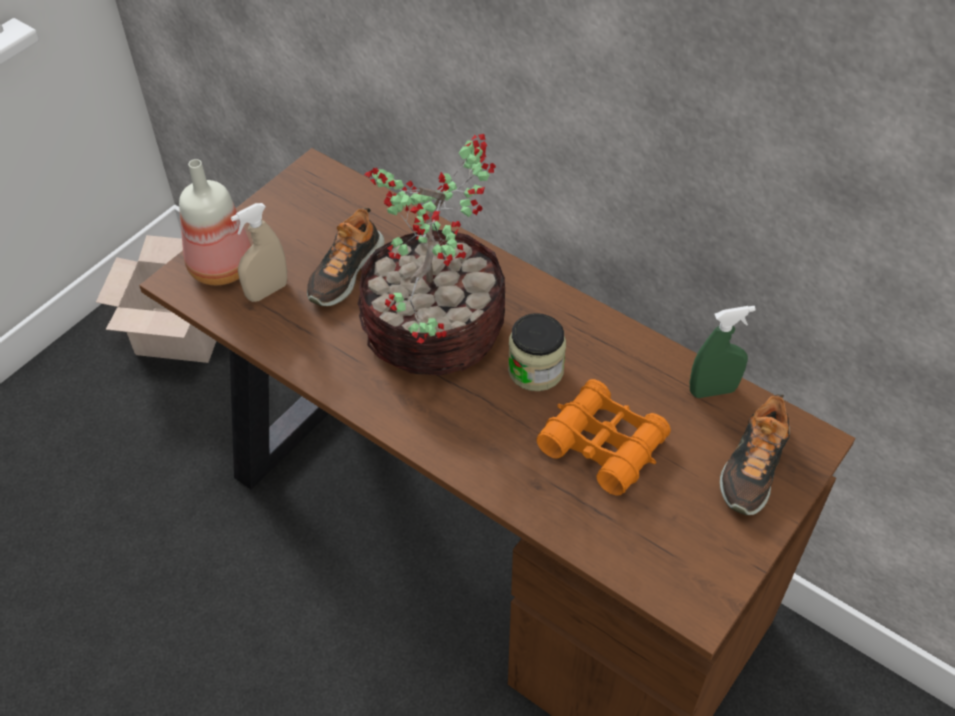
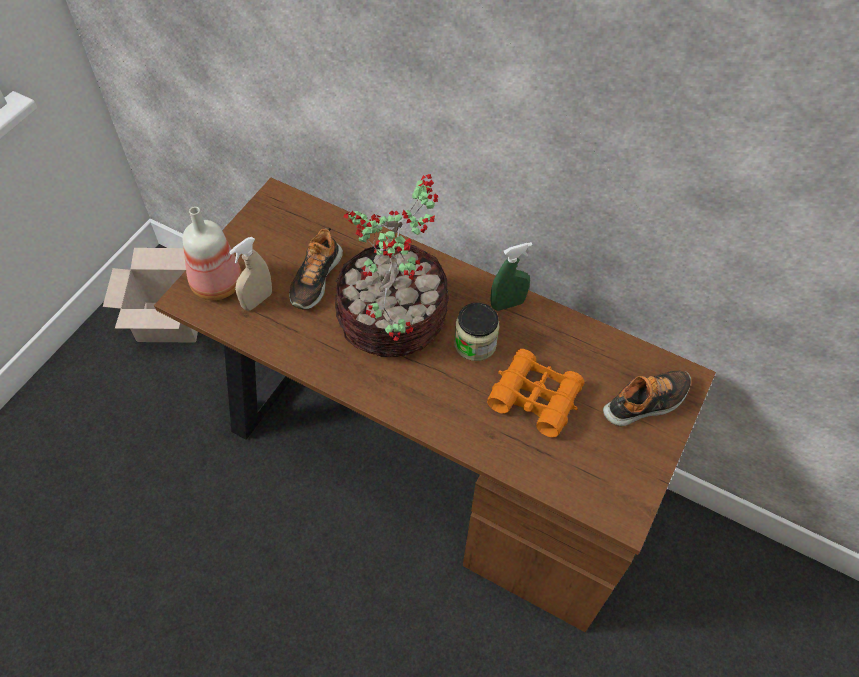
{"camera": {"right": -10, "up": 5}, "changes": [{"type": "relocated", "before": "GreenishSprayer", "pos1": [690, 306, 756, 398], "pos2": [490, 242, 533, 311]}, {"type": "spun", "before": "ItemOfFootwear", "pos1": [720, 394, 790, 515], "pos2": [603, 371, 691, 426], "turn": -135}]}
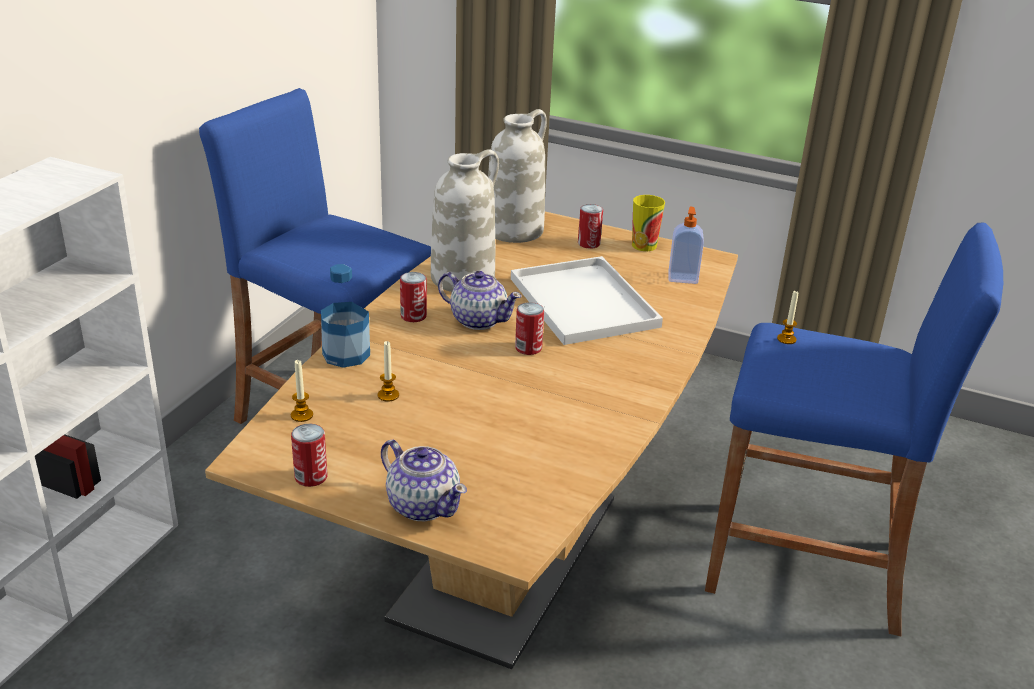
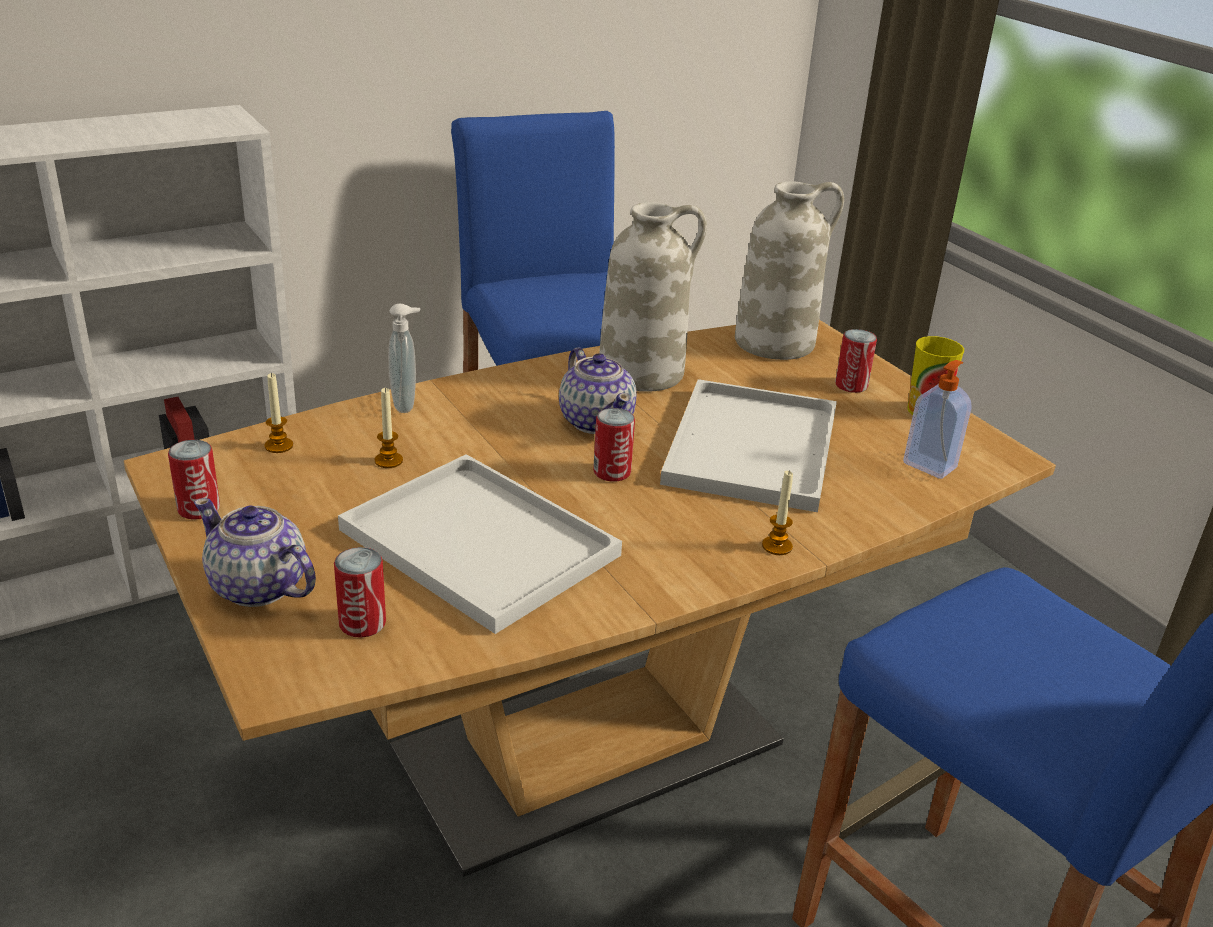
{"camera": {"right": 35, "up": 0}, "changes": [{"type": "appeared", "after": "WhitishCarryingTray", "pos2": [338, 454, 622, 634]}, {"type": "relocated", "before": "SealedCan", "pos1": [400, 272, 427, 322], "pos2": [334, 547, 386, 638]}, {"type": "relocated", "before": "WaxLight", "pos1": [777, 291, 798, 344], "pos2": [762, 470, 793, 555]}, {"type": "exchanged", "before": "DrinkBottle", "after": "SoapBottle", "pos1": [321, 264, 370, 368], "pos2": [388, 304, 420, 413]}, {"type": "spun", "before": "PotForTea", "pos1": [381, 440, 467, 521], "pos2": [194, 498, 316, 607], "turn": 135}]}
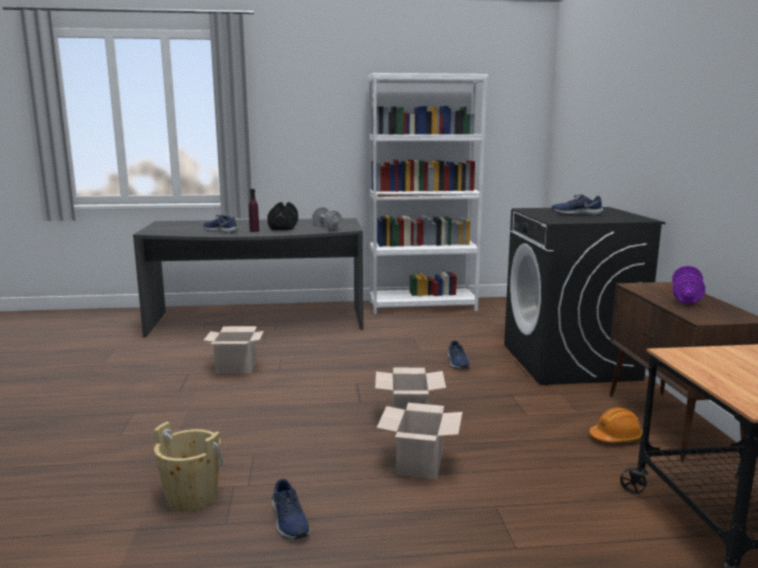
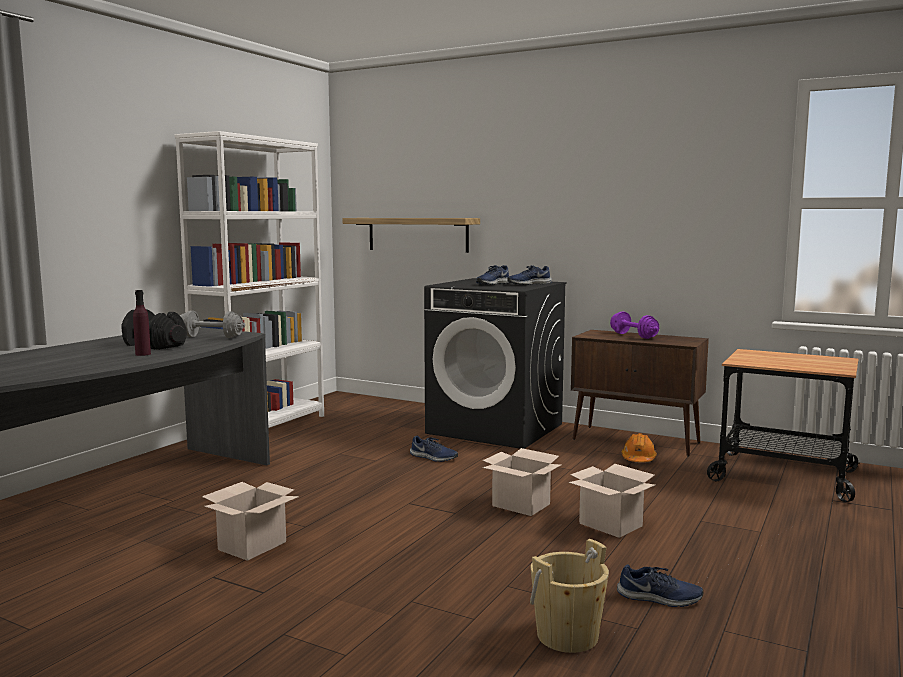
{"camera": {"right": -55, "up": -5}, "changes": [{"type": "appeared", "after": "WallShelf", "pos2": [343, 218, 480, 253]}, {"type": "relocated", "before": "BlueColouredItemOfFootwear", "pos1": [203, 215, 238, 233], "pos2": [507, 265, 552, 285]}]}
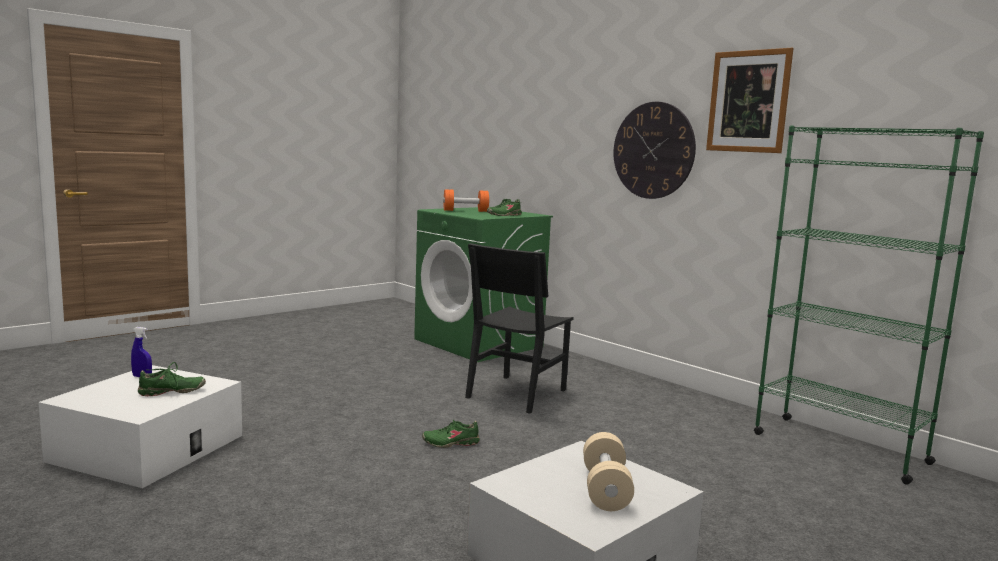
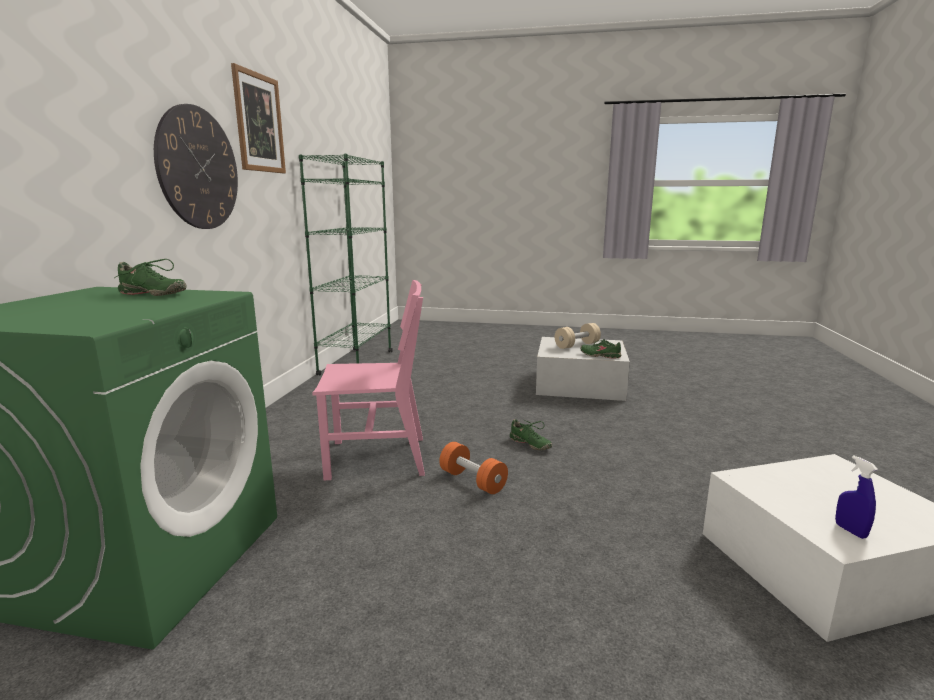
{"camera": {"right": -125, "up": 5}, "changes": [{"type": "relocated", "before": "GreenishItemOfFootwear", "pos1": [138, 362, 206, 396], "pos2": [580, 339, 622, 358]}, {"type": "relocated", "before": "OrangeColouredHandWeight", "pos1": [443, 189, 489, 212], "pos2": [439, 442, 508, 494]}, {"type": "colour", "before": "BlackColouredUprightChair", "after": "PinkColouredUprightChair", "pos1": [465, 243, 574, 414], "pos2": [312, 280, 425, 480]}]}
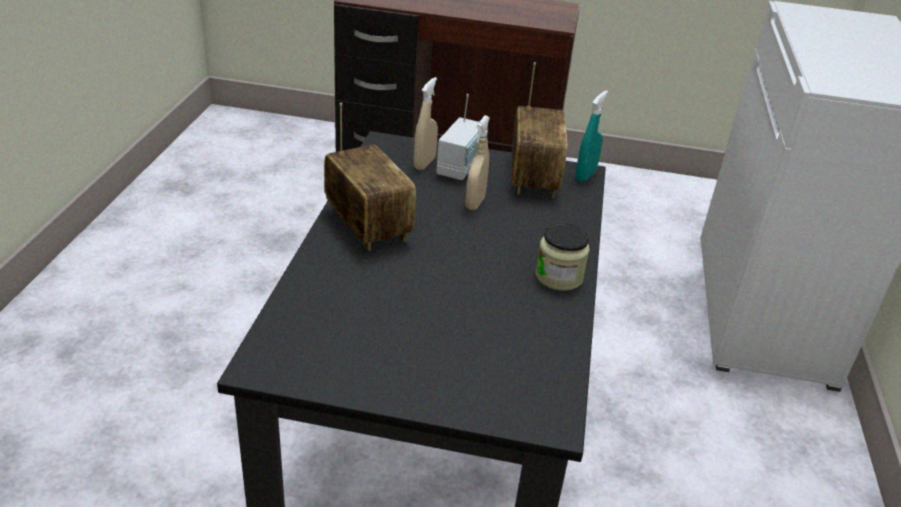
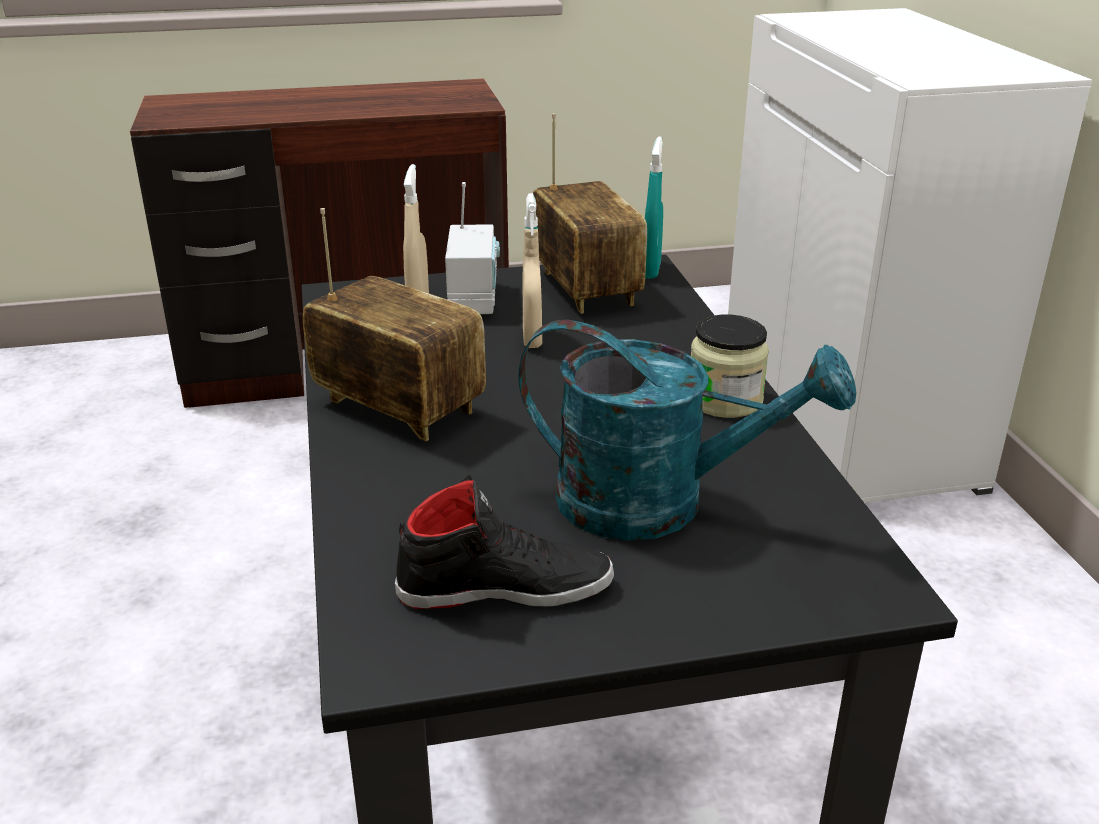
{"camera": {"right": -20, "up": -5}, "changes": [{"type": "appeared", "after": "BlackColouredItemOfFootwear", "pos2": [395, 475, 614, 609]}, {"type": "appeared", "after": "BlueGreenWateringCan", "pos2": [518, 320, 857, 541]}]}
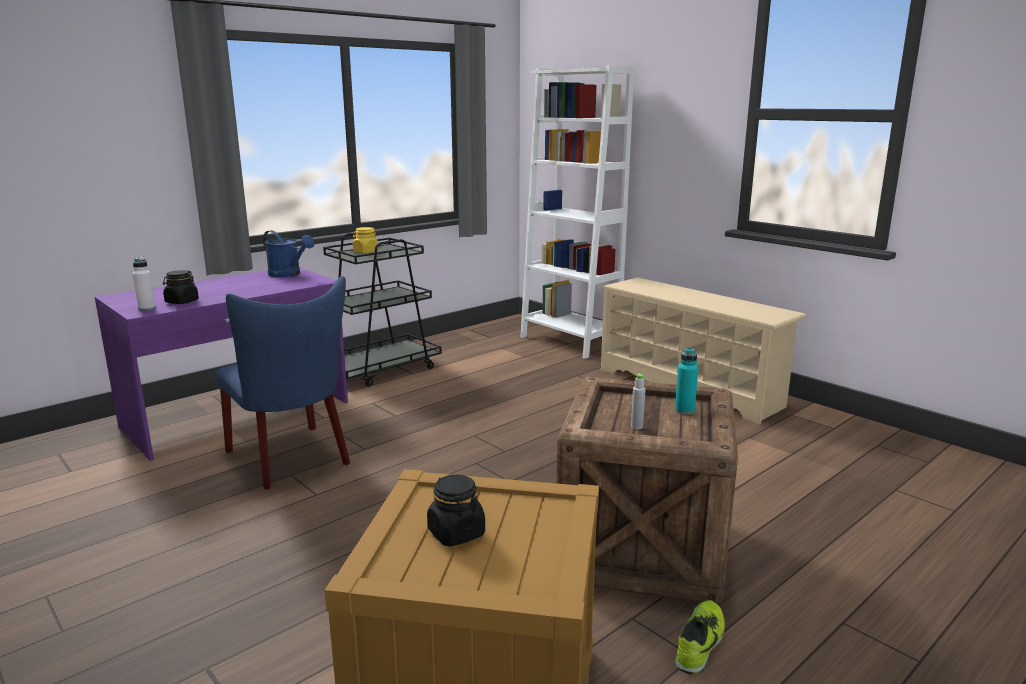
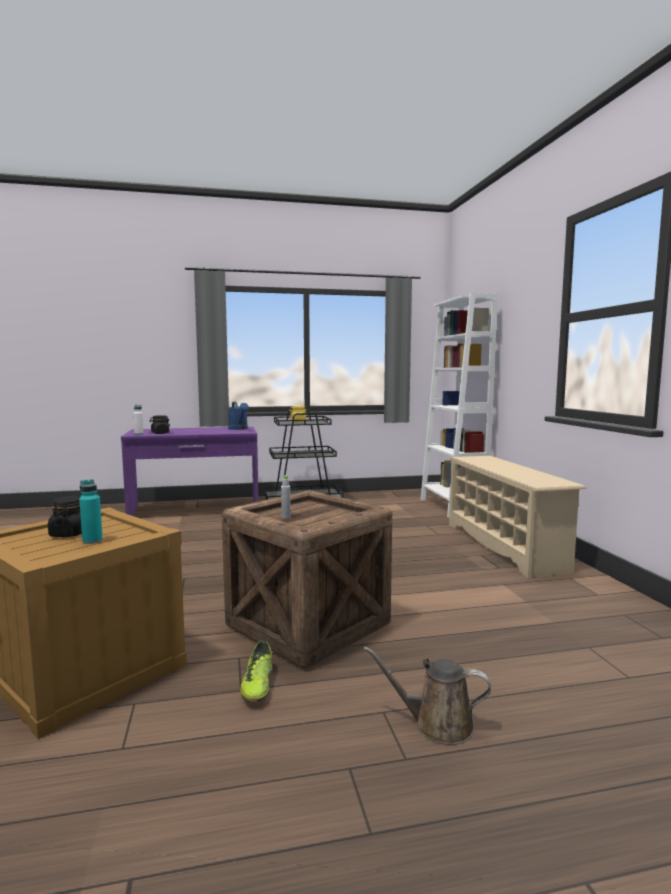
{"camera": {"right": 30, "up": -10}, "changes": [{"type": "missing", "before": "BlueColouredUprightChair", "pos1": [215, 276, 350, 489]}, {"type": "appeared", "after": "BrownishWateringCan", "pos2": [364, 646, 491, 745]}, {"type": "relocated", "before": "BlueGreenDrinkBottle", "pos1": [675, 347, 698, 415], "pos2": [79, 479, 103, 544]}, {"type": "spun", "before": "ItemOfFootwear", "pos1": [675, 600, 725, 674], "pos2": [240, 641, 273, 702], "turn": 120}]}
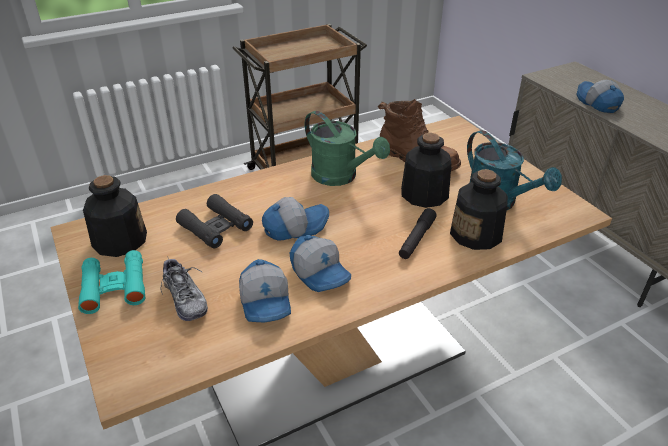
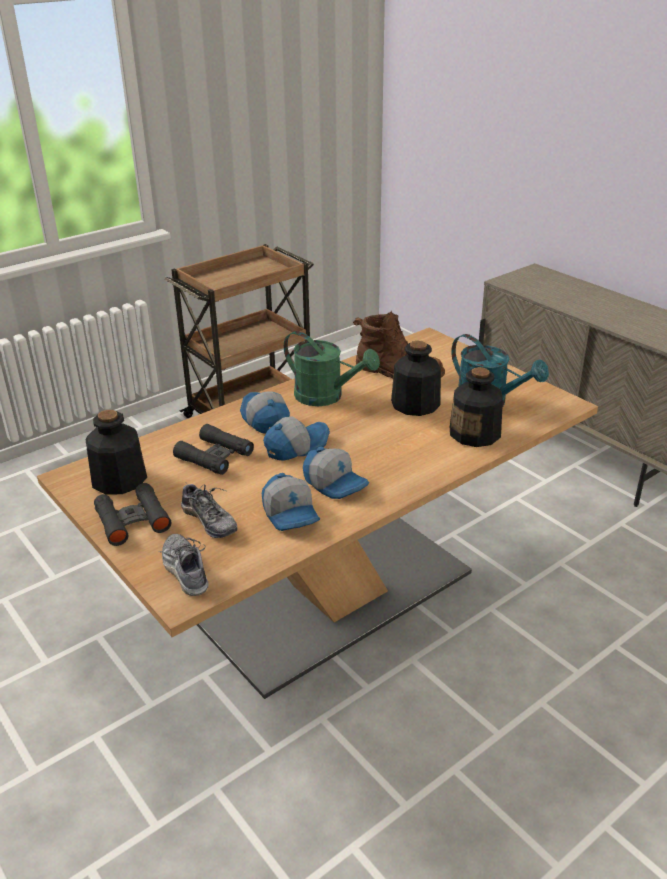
{"camera": {"right": -10, "up": -5}, "changes": [{"type": "missing", "before": "BlackColouredHandTorch", "pos1": [399, 208, 437, 259]}, {"type": "appeared", "after": "ItemOfFootwear", "pos2": [159, 534, 209, 596]}, {"type": "relocated", "before": "Cap", "pos1": [577, 80, 624, 113], "pos2": [240, 391, 290, 434]}, {"type": "colour", "before": "BlueGreenBinoculars", "after": "BlackColouredBinoculars", "pos1": [78, 250, 145, 314], "pos2": [94, 483, 171, 546]}]}
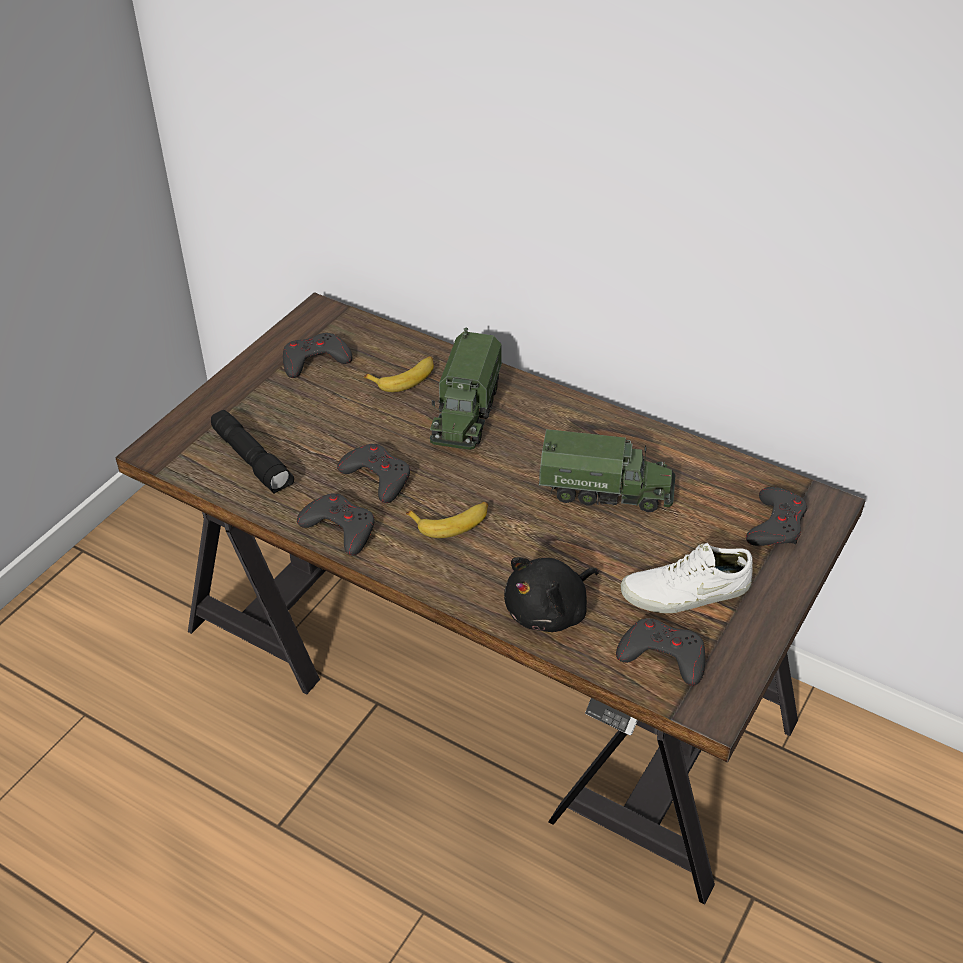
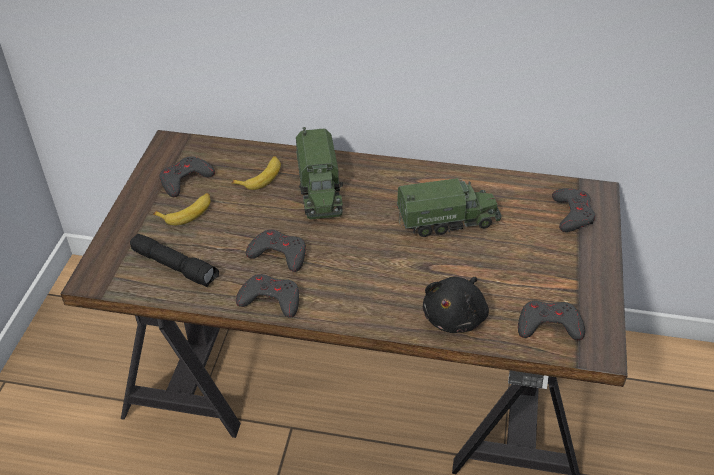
{"camera": {"right": -20, "up": 0}, "changes": [{"type": "missing", "before": "WhitishItemOfFootwear", "pos1": [621, 543, 753, 613]}, {"type": "relocated", "before": "BananaFruit", "pos1": [406, 502, 488, 538], "pos2": [153, 193, 211, 225]}]}
